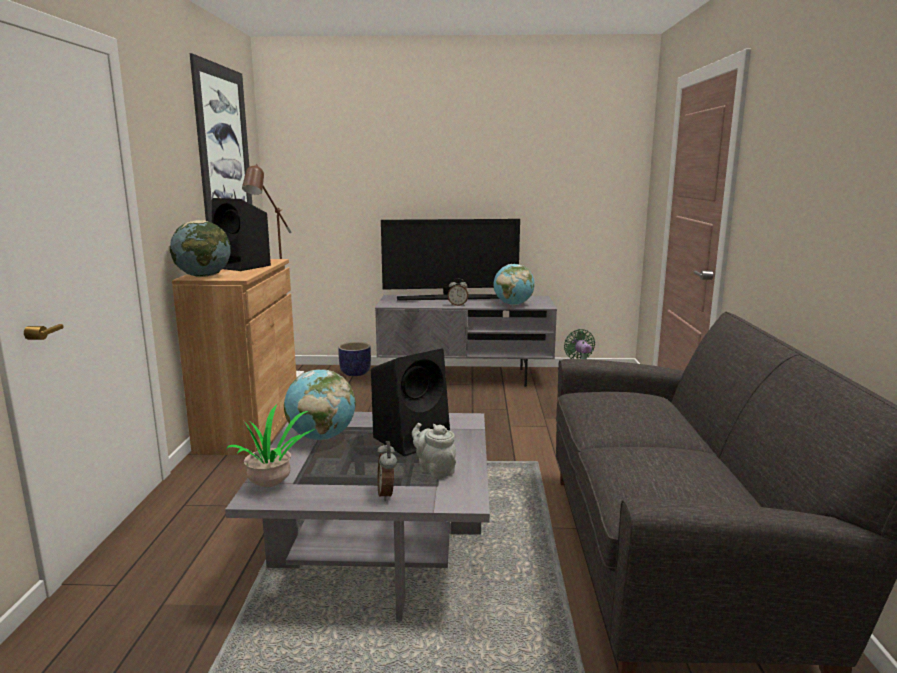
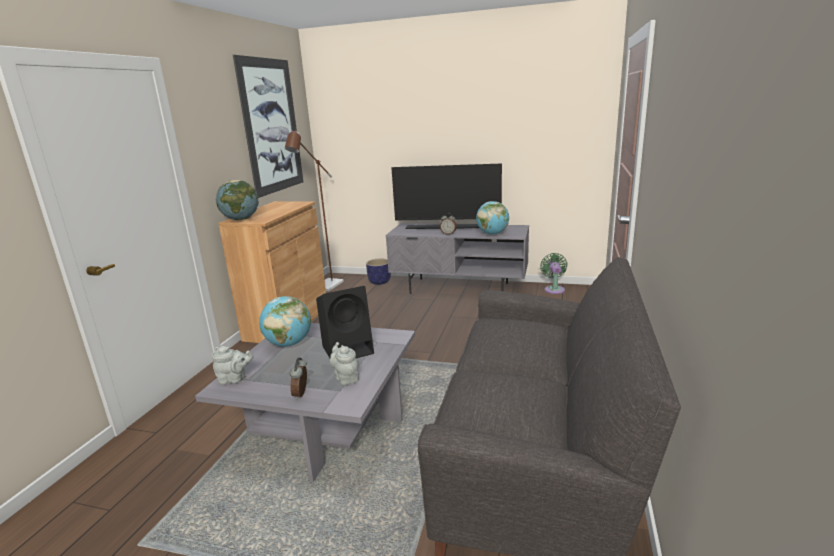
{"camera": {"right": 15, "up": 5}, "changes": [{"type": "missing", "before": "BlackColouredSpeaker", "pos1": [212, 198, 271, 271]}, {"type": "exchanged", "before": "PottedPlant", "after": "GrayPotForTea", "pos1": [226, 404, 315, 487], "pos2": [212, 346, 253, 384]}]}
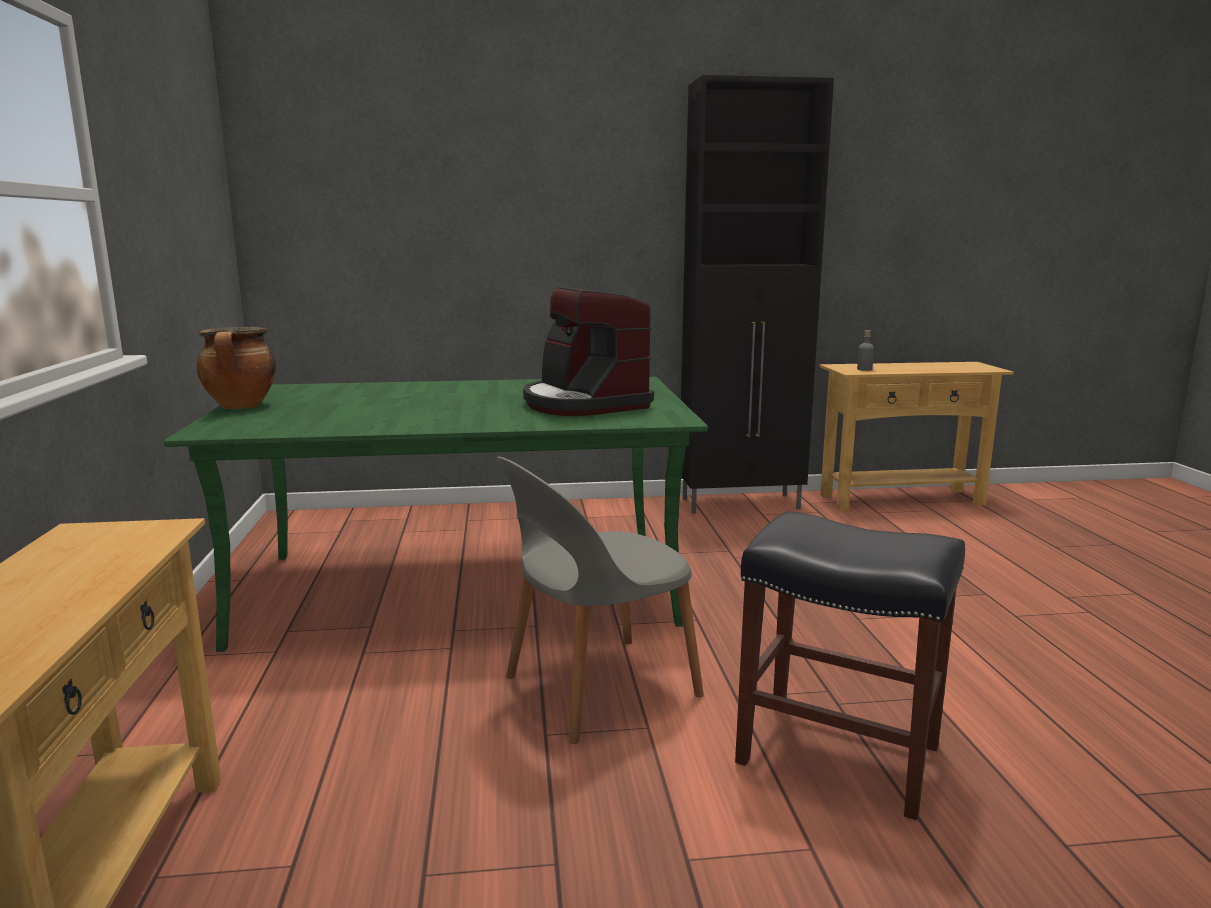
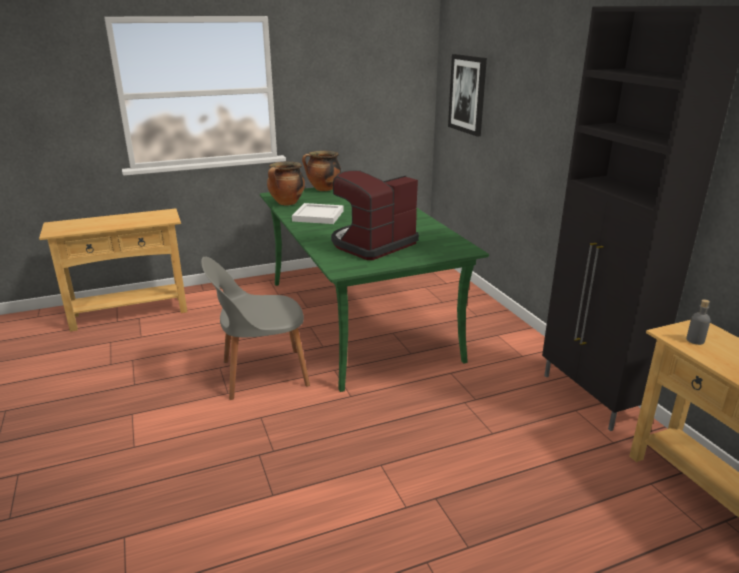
{"camera": {"right": 75, "up": 10}, "changes": [{"type": "missing", "before": "BlackColouredStoolSeat", "pos1": [735, 511, 965, 820]}, {"type": "appeared", "after": "Saucepot", "pos2": [267, 162, 305, 206]}, {"type": "appeared", "after": "WhitishCarryingTray", "pos2": [292, 203, 344, 224]}, {"type": "appeared", "after": "WallPicture", "pos2": [448, 54, 487, 137]}, {"type": "spun", "before": "GrayUprightChair", "pos1": [496, 456, 704, 744], "pos2": [201, 257, 310, 400], "turn": -60}]}
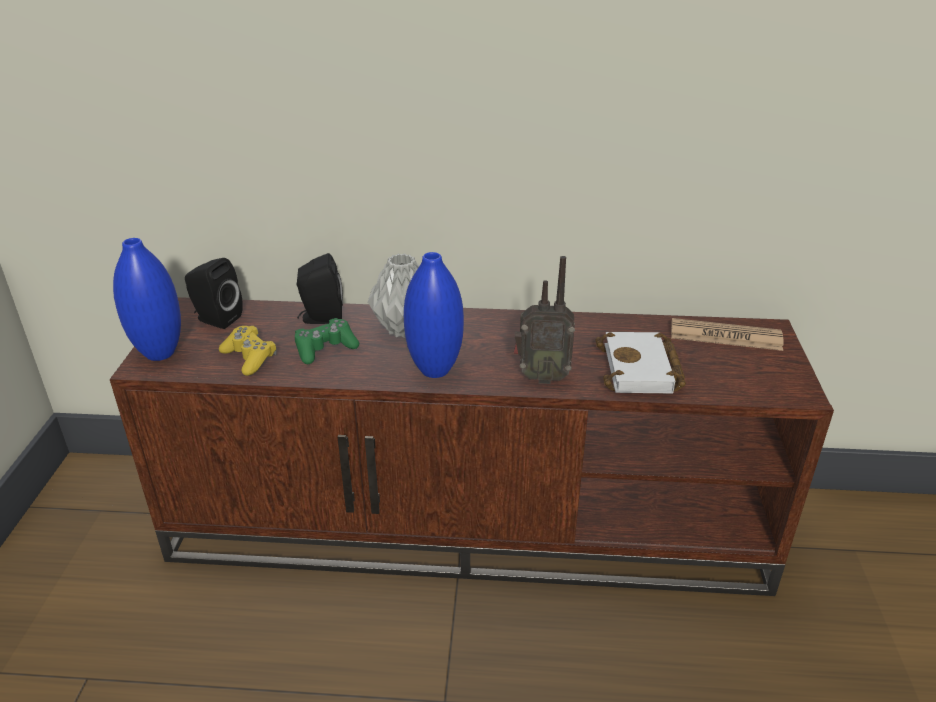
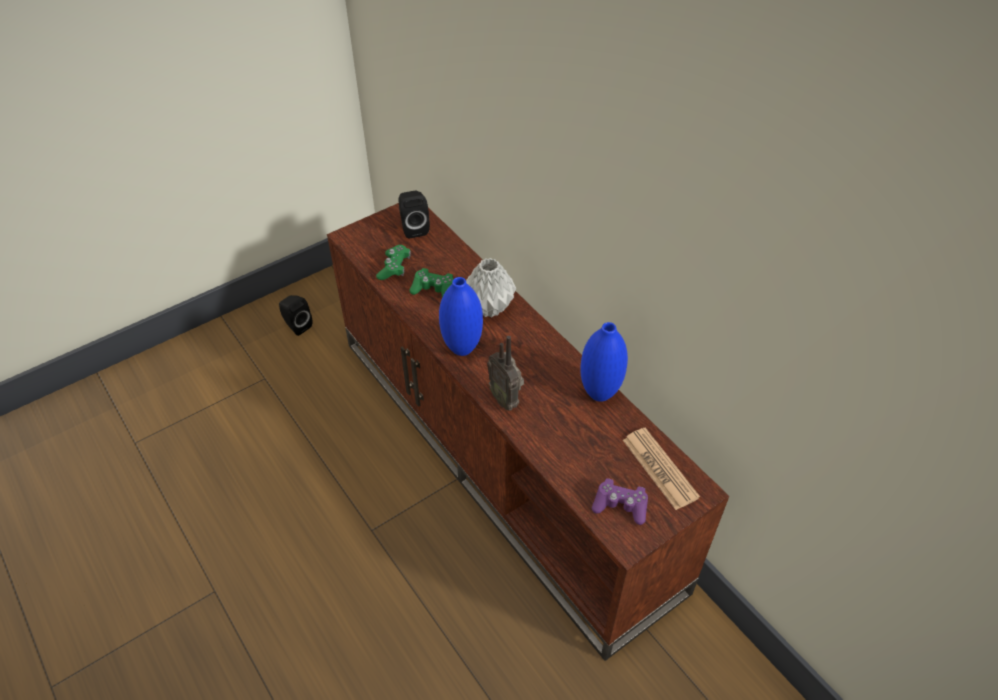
{"camera": {"right": 50, "up": 15}, "changes": [{"type": "missing", "before": "WhitishBook", "pos1": [595, 332, 686, 393]}, {"type": "appeared", "after": "PurpleGameController", "pos2": [592, 478, 648, 525]}, {"type": "relocated", "before": "BlueColouredDecorativeVase", "pos1": [113, 238, 181, 361], "pos2": [581, 322, 628, 402]}, {"type": "relocated", "before": "BlackColouredSpeaker", "pos1": [296, 253, 343, 324], "pos2": [279, 295, 313, 336]}, {"type": "colour", "before": "YellowGameController", "after": "GreenishGameController", "pos1": [219, 326, 277, 376], "pos2": [376, 245, 411, 280]}]}
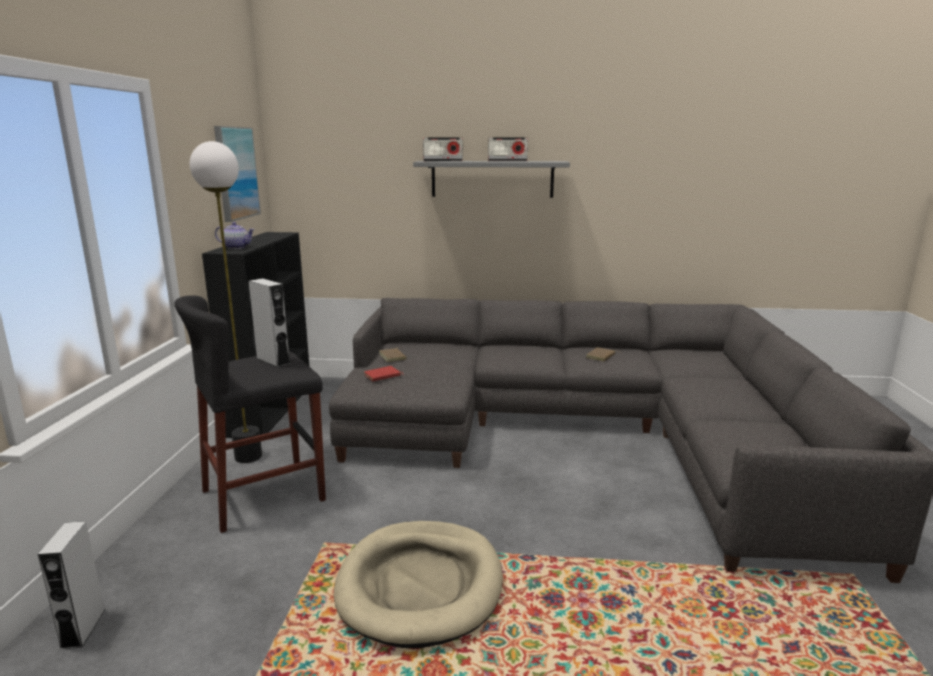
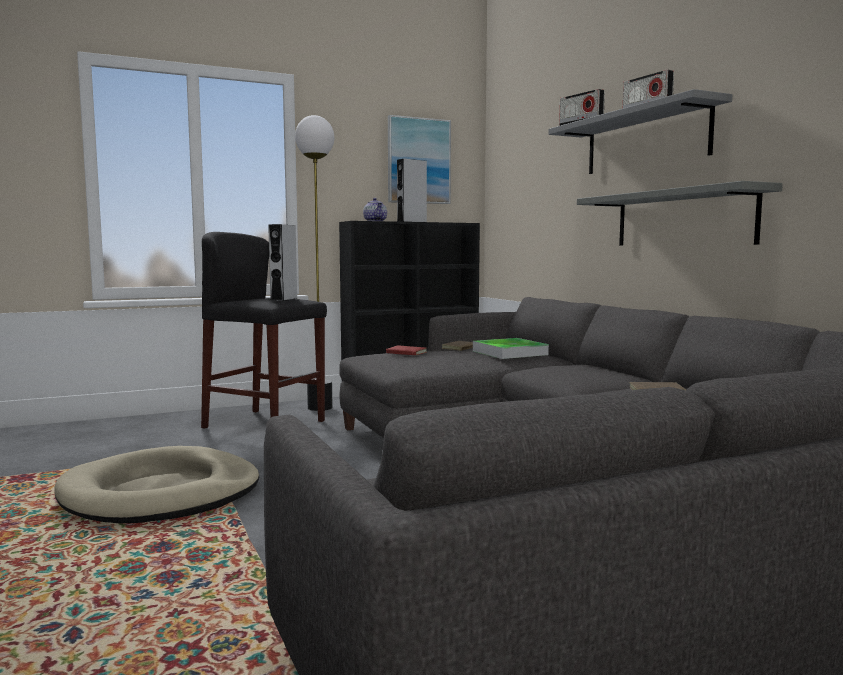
{"camera": {"right": 60, "up": -10}, "changes": [{"type": "appeared", "after": "CarryingTray", "pos2": [473, 338, 549, 359]}, {"type": "appeared", "after": "GrayWallShelf", "pos2": [577, 181, 783, 246]}, {"type": "relocated", "before": "GraySpeaker", "pos1": [38, 521, 106, 649], "pos2": [397, 159, 427, 222]}]}
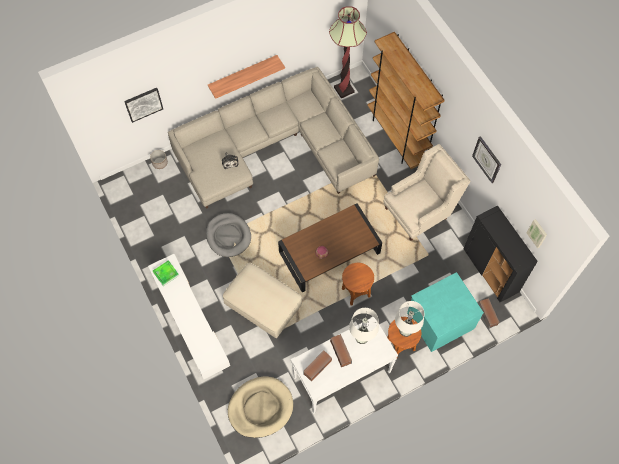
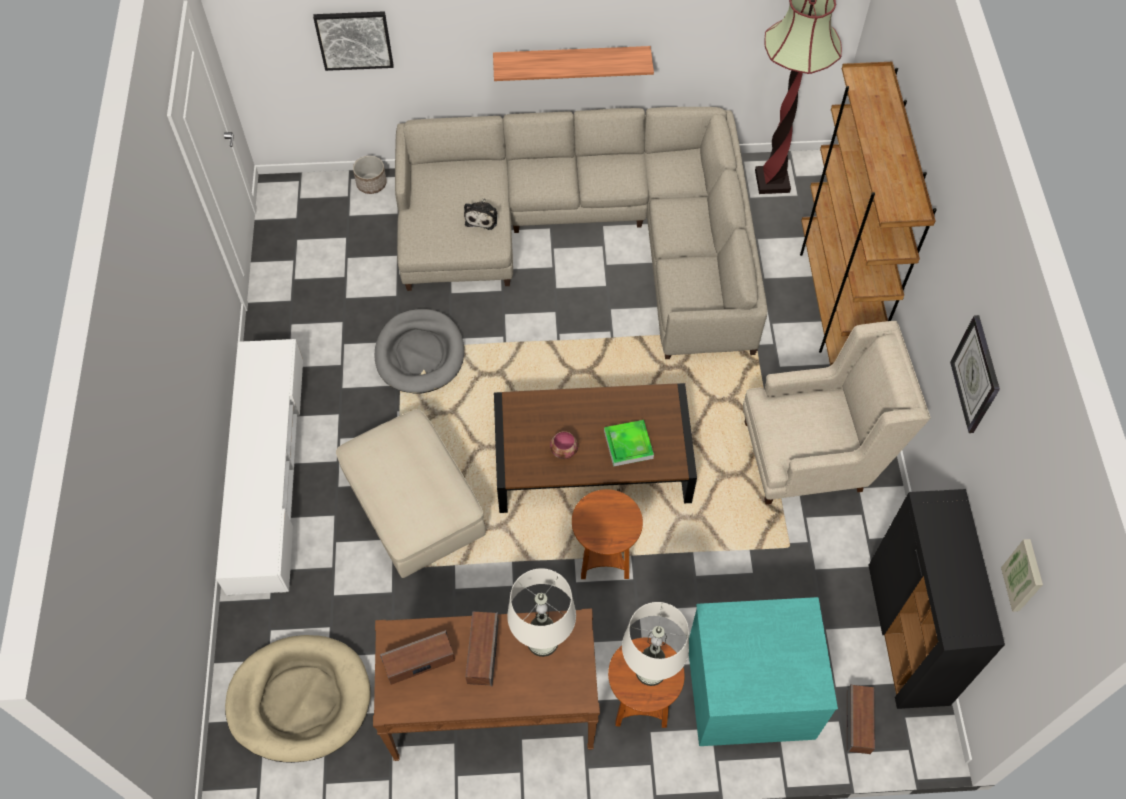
{"camera": {"right": 25, "up": -5}, "changes": [{"type": "relocated", "before": "CarryingTray", "pos1": [153, 260, 179, 286], "pos2": [604, 420, 654, 467]}, {"type": "colour", "before": "WhitishConsoleTable", "after": "BrownishConsoleTable", "pos1": [291, 317, 398, 414], "pos2": [373, 608, 600, 761]}]}
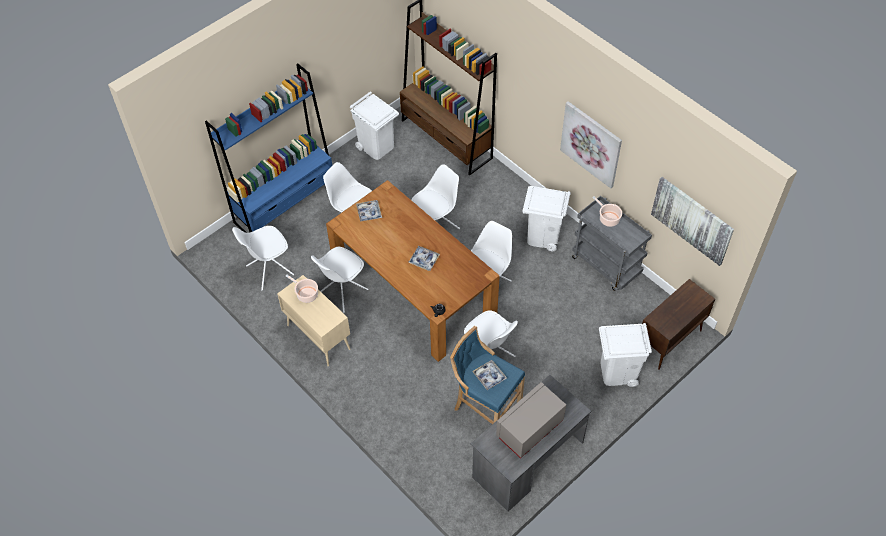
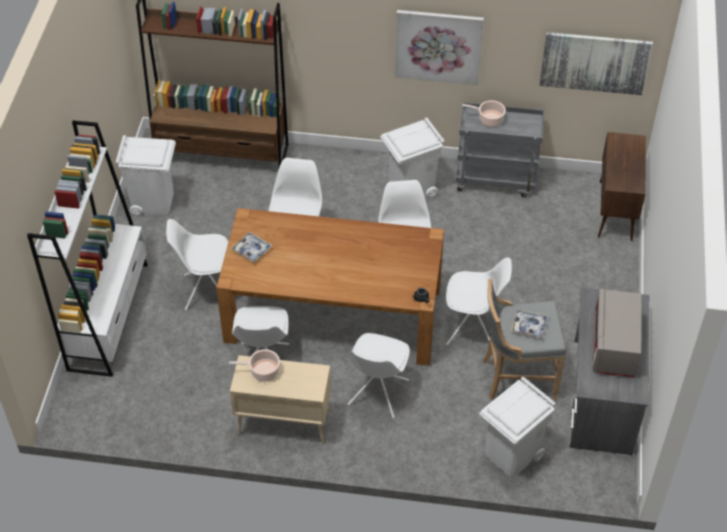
{"camera": {"right": -40, "up": -5}, "changes": [{"type": "missing", "before": "CarryingTray", "pos1": [408, 246, 440, 271]}, {"type": "relocated", "before": "WhitishUprightChair", "pos1": [232, 226, 294, 291], "pos2": [347, 333, 410, 418]}, {"type": "relocated", "before": "WhitishRubbishBin", "pos1": [599, 323, 652, 387], "pos2": [479, 377, 556, 476]}, {"type": "colour", "before": "BlueColouredBookcase", "after": "WhitishBookcase", "pos1": [205, 63, 332, 233], "pos2": [27, 121, 148, 377]}, {"type": "colour", "before": "BlueColouredStoolSeat", "after": "GrayStoolSeat", "pos1": [450, 326, 525, 424], "pos2": [483, 278, 566, 401]}]}
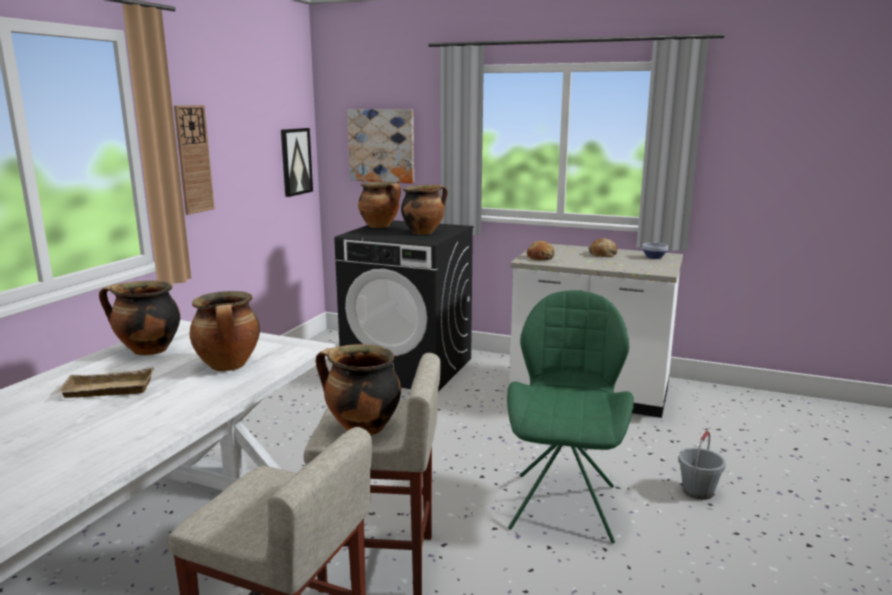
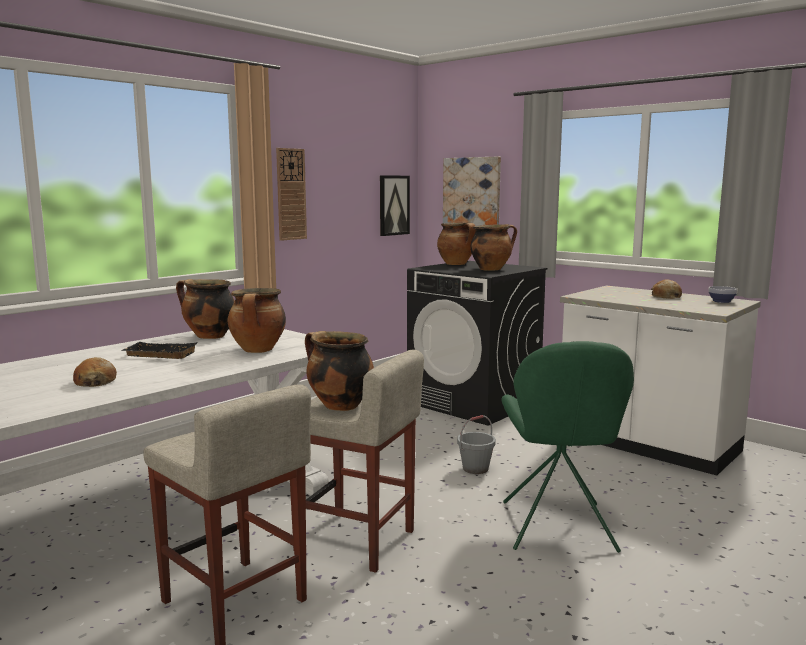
{"camera": {"right": 20, "up": -5}, "changes": [{"type": "relocated", "before": "BakeryBread", "pos1": [527, 241, 555, 260], "pos2": [73, 357, 117, 387]}, {"type": "relocated", "before": "GrayBucket", "pos1": [678, 431, 726, 500], "pos2": [457, 415, 496, 474]}, {"type": "colour", "before": "SandColouredCarryingTray", "after": "BlackColouredCarryingTray", "pos1": [56, 367, 154, 398], "pos2": [121, 342, 198, 359]}, {"type": "spun", "before": "GreenishUprightChair", "pos1": [507, 290, 634, 543], "pos2": [501, 341, 634, 553], "turn": 150}]}
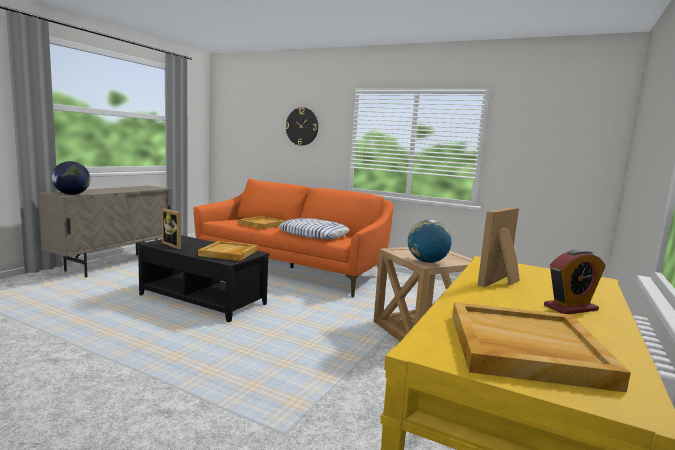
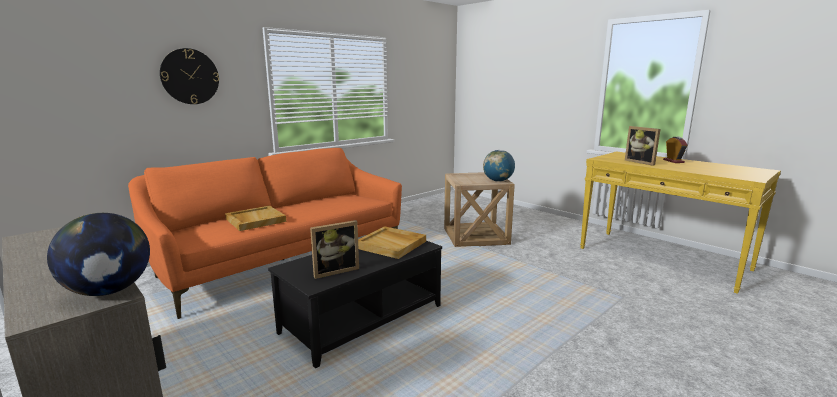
{"camera": {"right": -70, "up": 5}, "changes": [{"type": "missing", "before": "Pillow", "pos1": [279, 218, 349, 239]}, {"type": "missing", "before": "SandColouredCarryingTray", "pos1": [452, 302, 631, 392]}]}
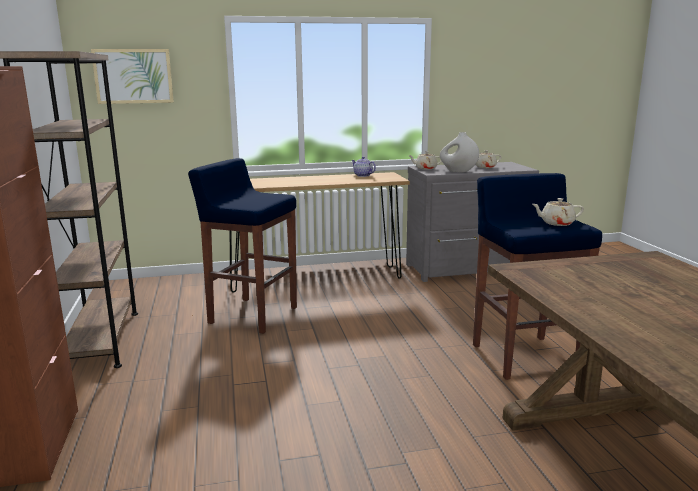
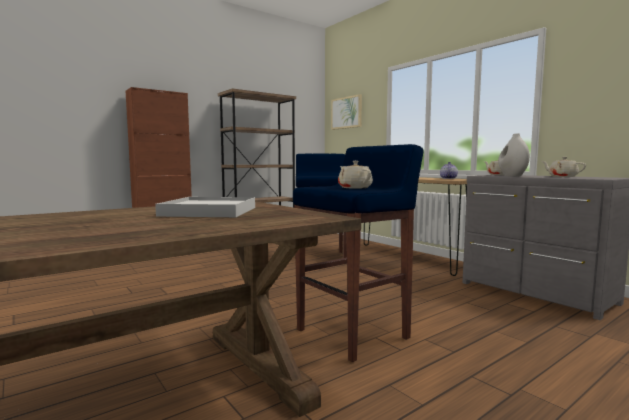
{"camera": {"right": 65, "up": -10}, "changes": [{"type": "appeared", "after": "WhitishCarryingTray", "pos2": [155, 197, 255, 217]}]}
